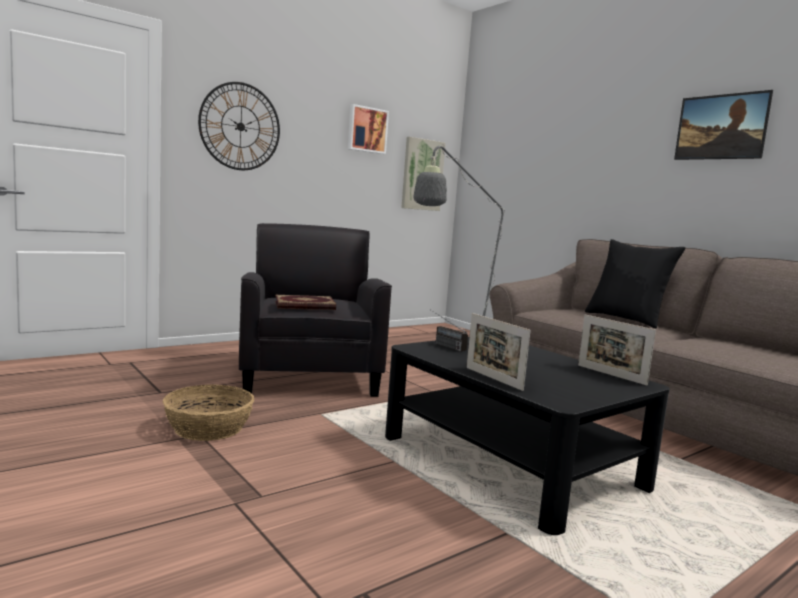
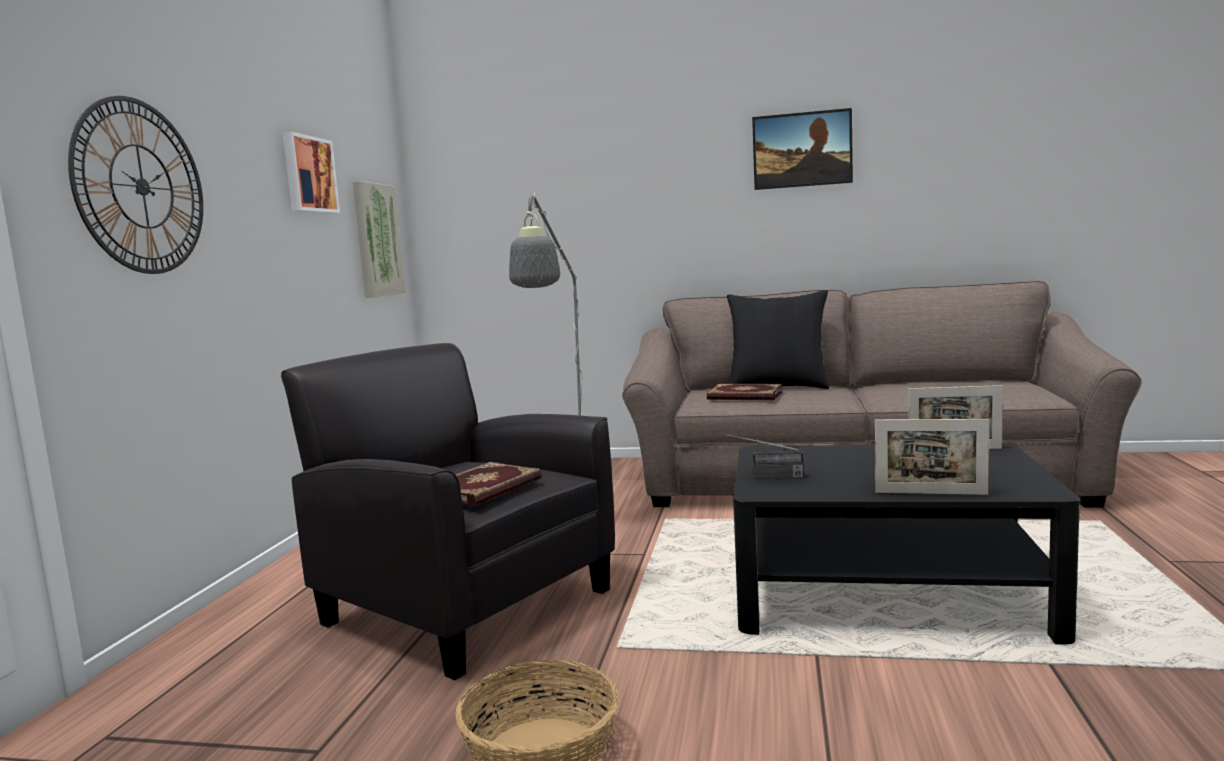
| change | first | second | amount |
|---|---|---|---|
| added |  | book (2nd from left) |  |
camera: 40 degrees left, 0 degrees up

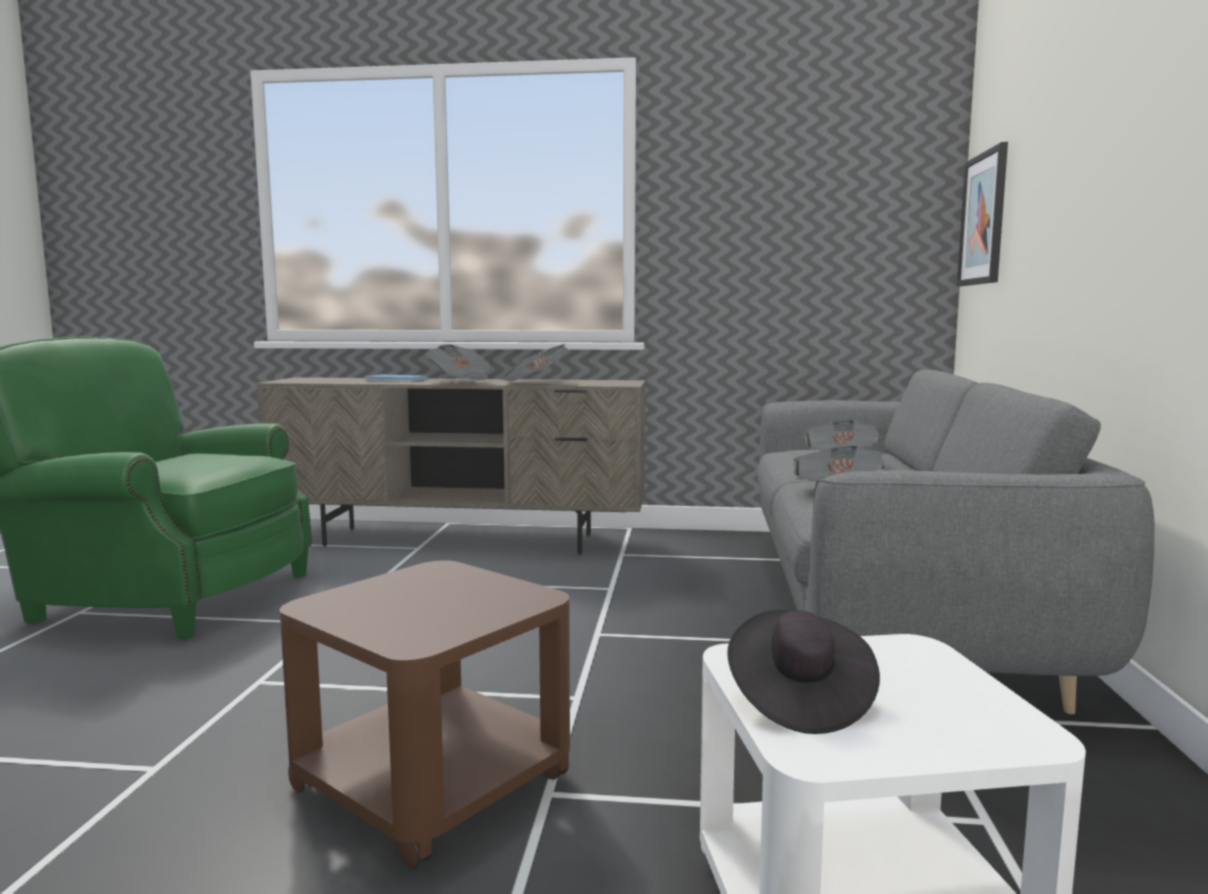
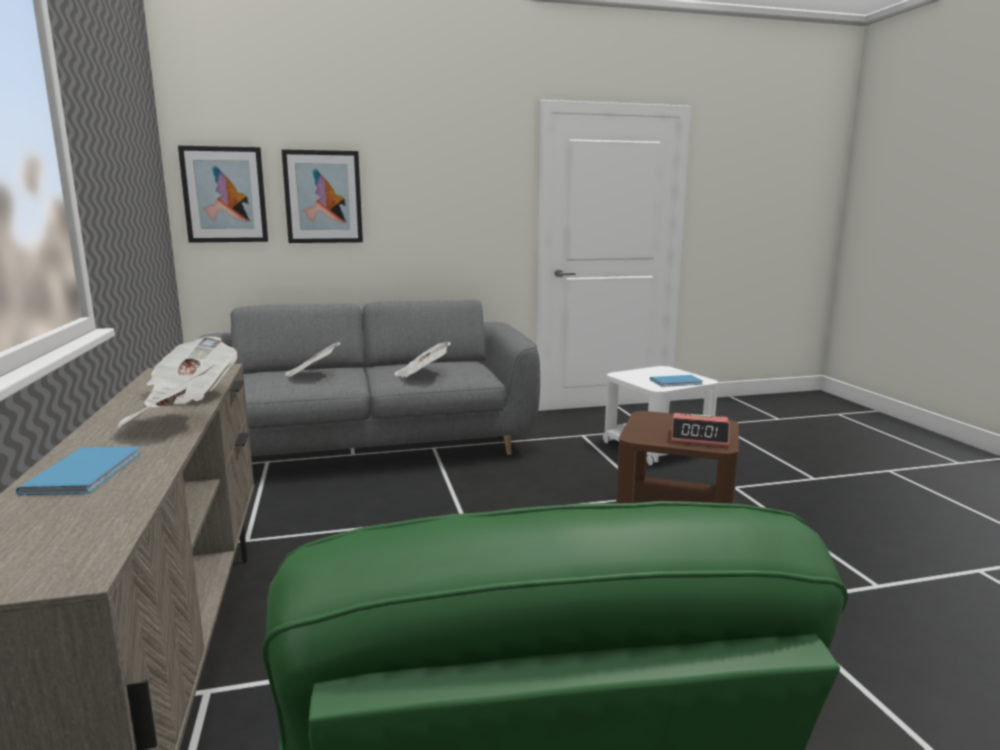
| change | first | second | amount |
|---|---|---|---|
| replaced | black hat | blue book (2nd from left) |  |
| added |  | picture (2nd from left) |  |
| added |  | alarm clock |  |
camera: 110 degrees left, 5 degrees up

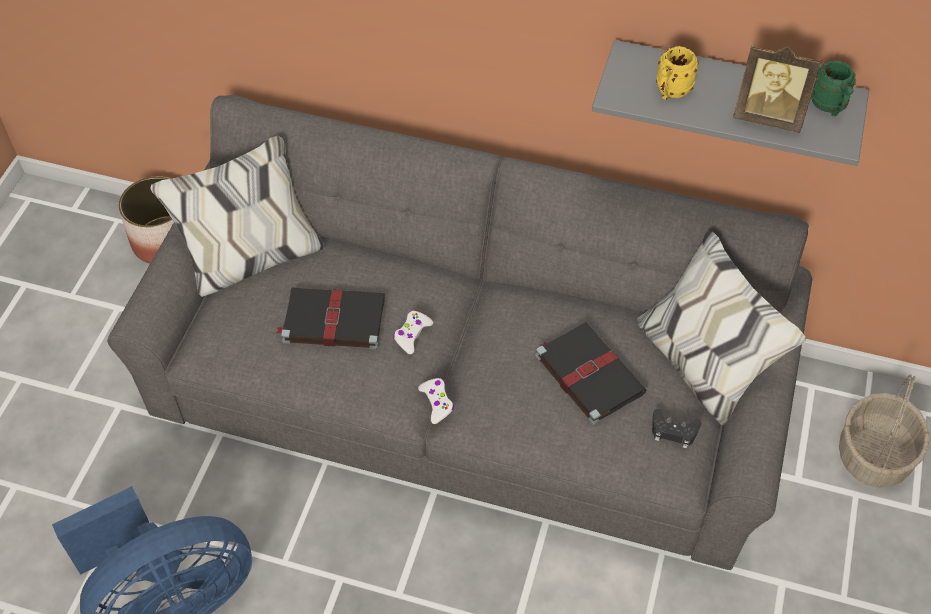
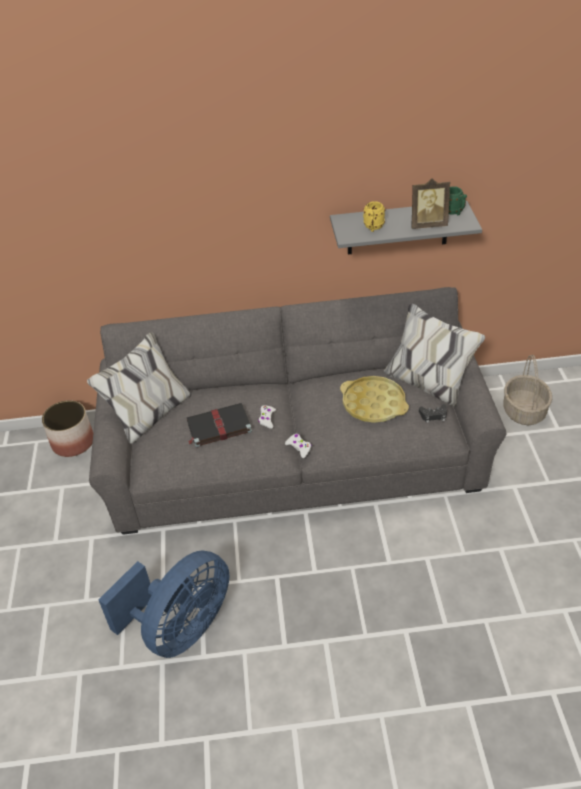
| change | first | second | amount |
|---|---|---|---|
| replaced | black book (2nd from left) | yellow tray |  |
camera: 20 degrees left, 10 degrees down

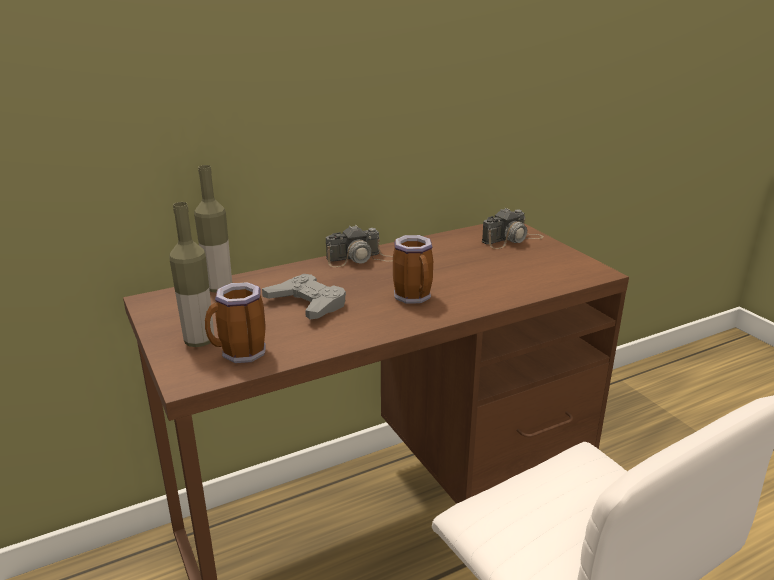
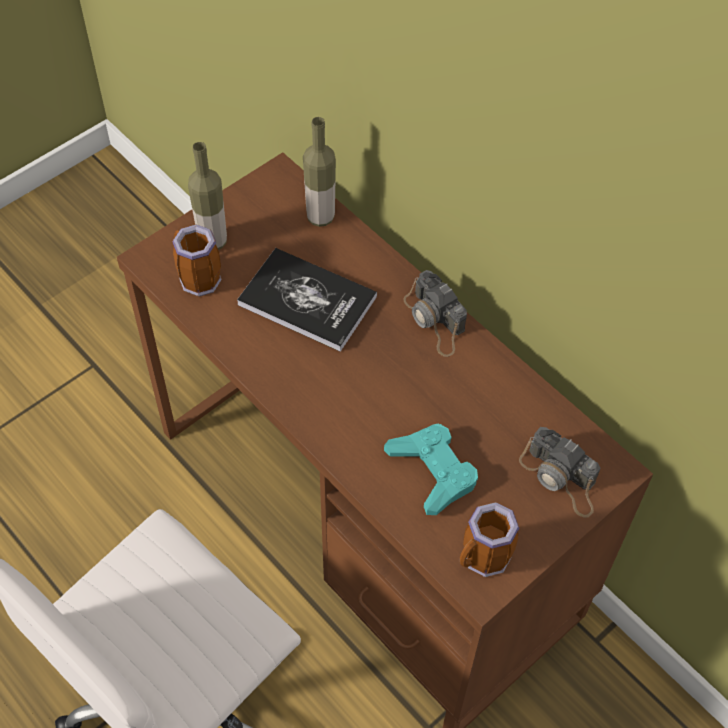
| change | first | second | amount |
|---|---|---|---|
| moved | mug (2nd from left) |  |  |
| replaced | grey game controller | book |  |
| added |  | turquoise game controller |  |
camera: 75 degrees right, 30 degrees up

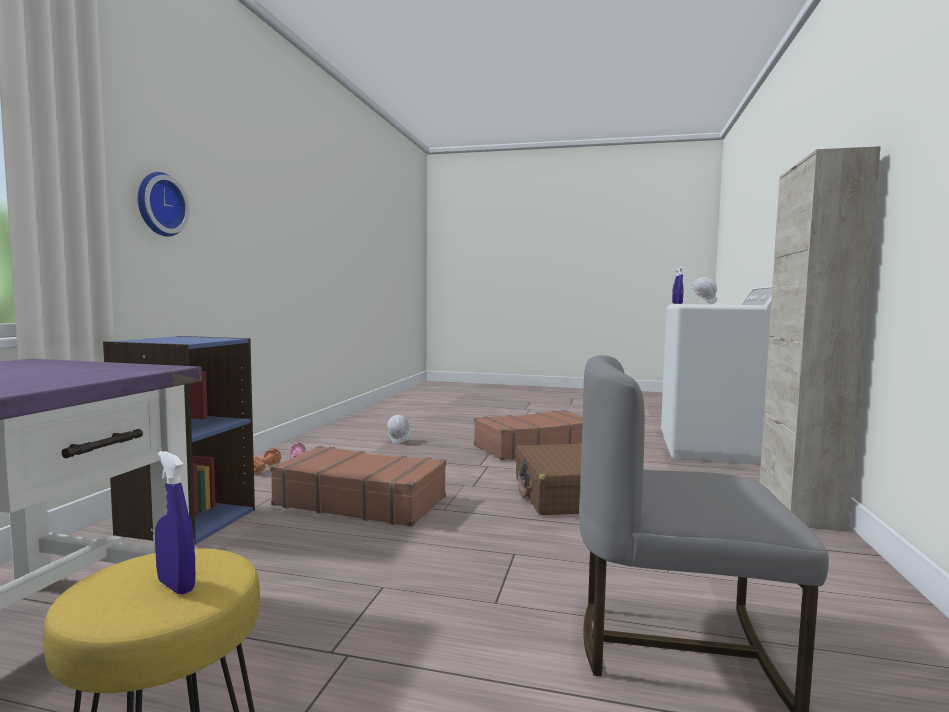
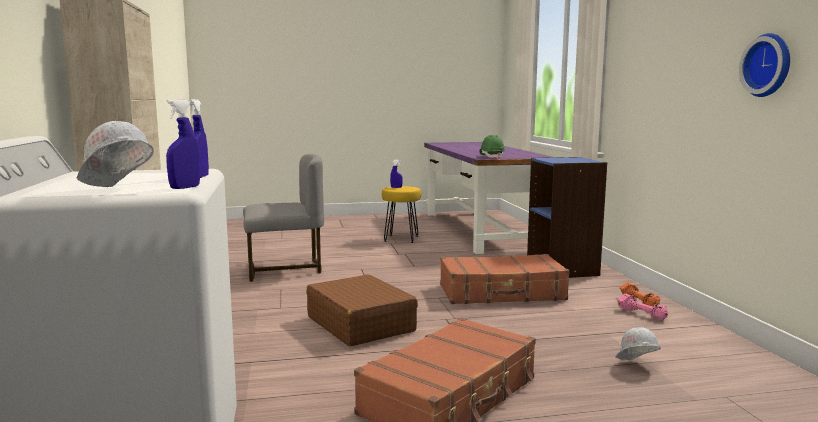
| change | first | second | amount |
|---|---|---|---|
| moved | wall clock |  |  |
| added |  | green hard hat |  |
camera: 155 degrees right, 5 degrees up

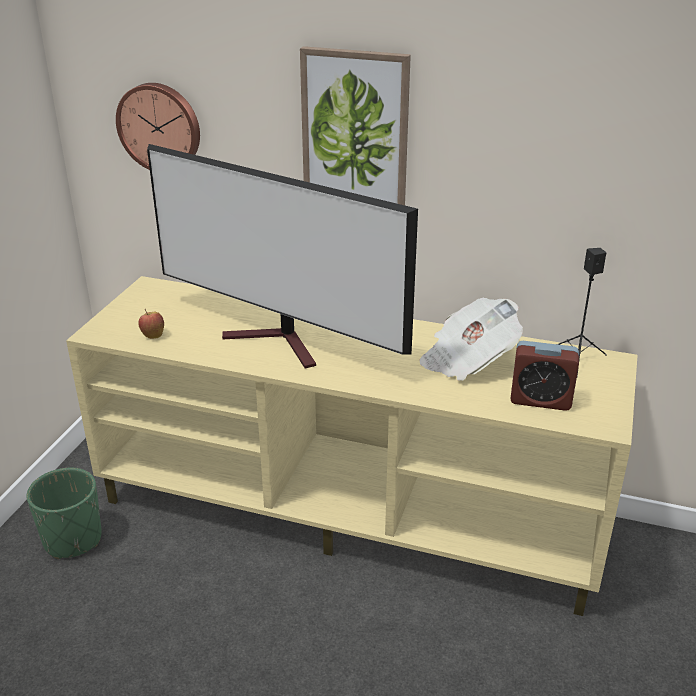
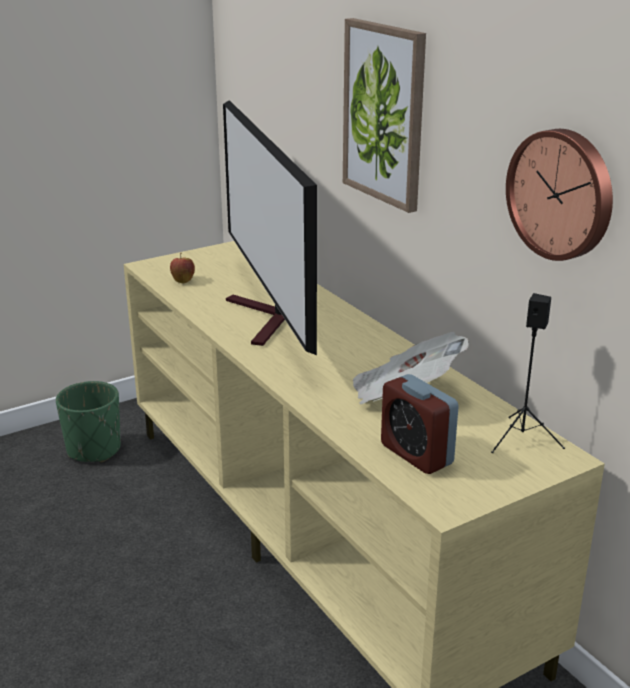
| change | first | second | amount |
|---|---|---|---|
| moved | wall clock |  |  |
camera: 40 degrees right, 5 degrees down

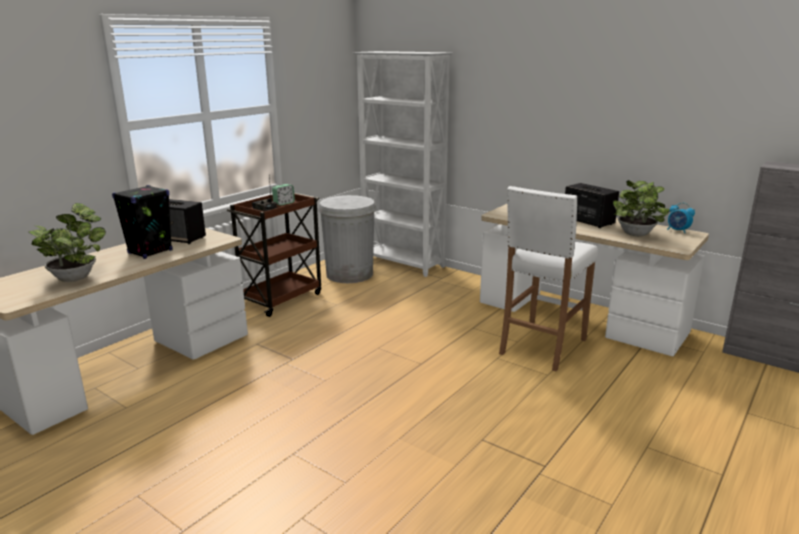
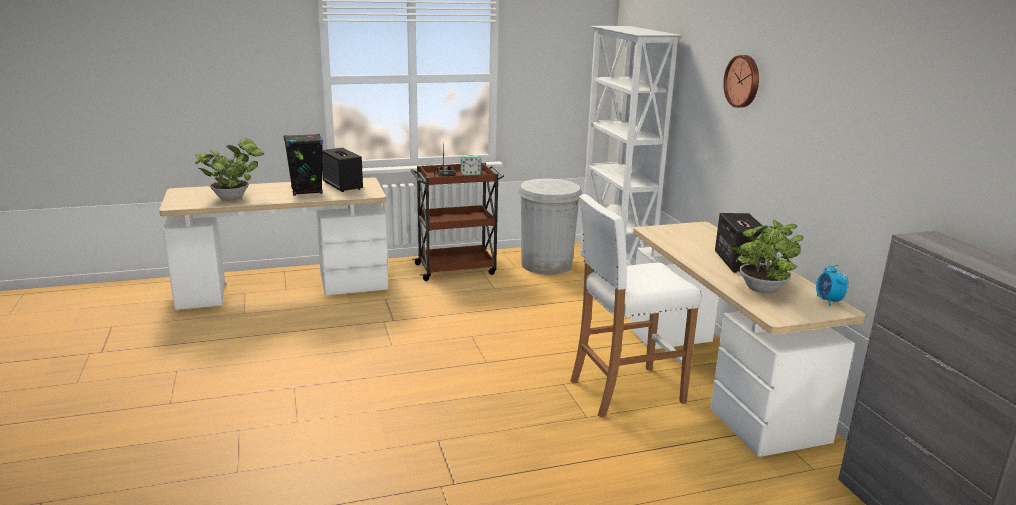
| change | first | second | amount |
|---|---|---|---|
| added |  | wall clock |  |
camera: 35 degrees right, 0 degrees up

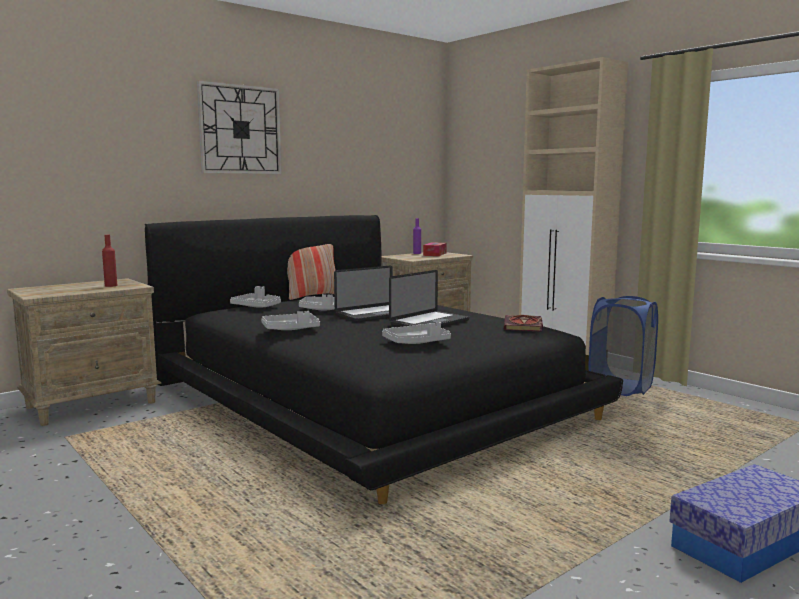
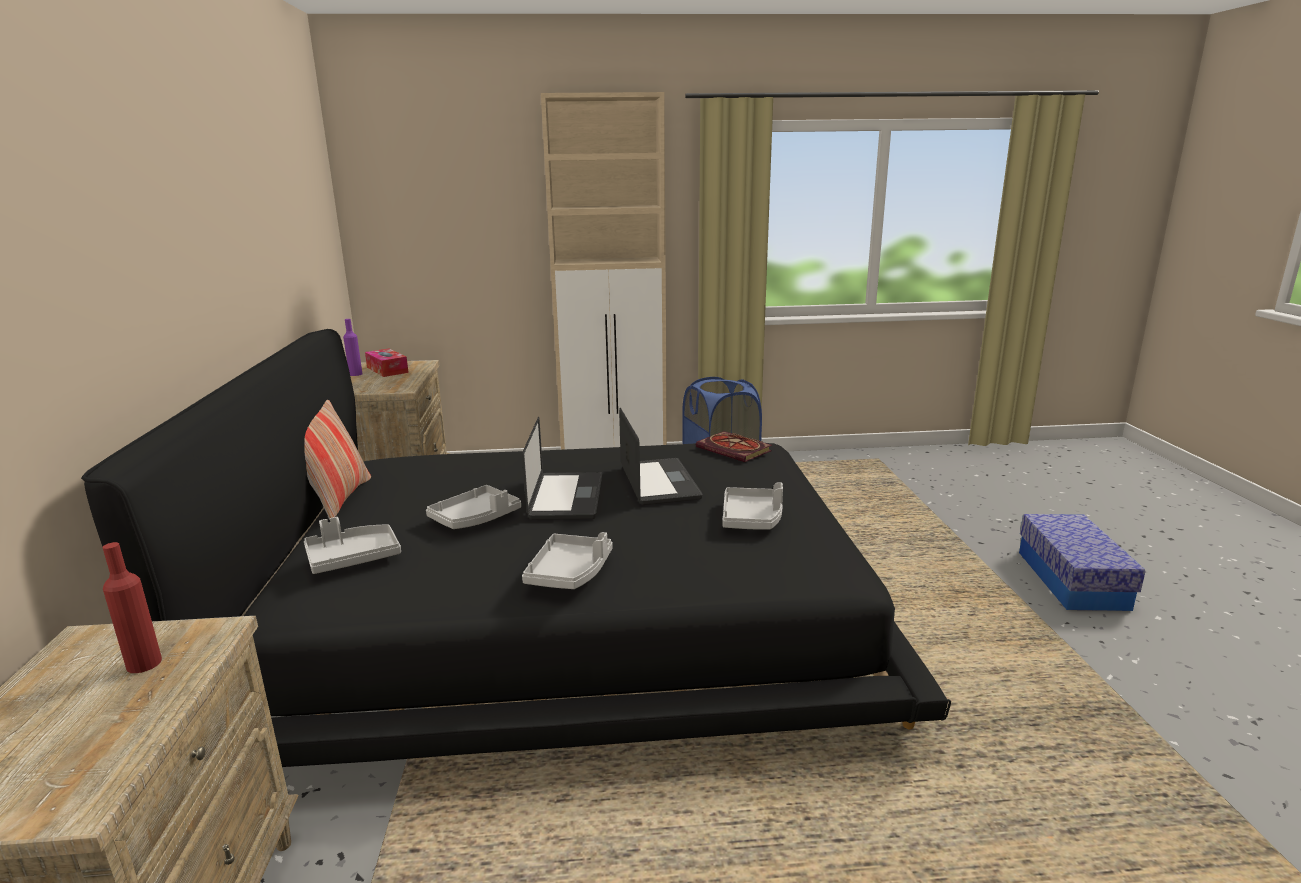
| change | first | second | amount |
|---|---|---|---|
| removed | wall clock |  |  |
camera: 55 degrees left, 10 degrees up

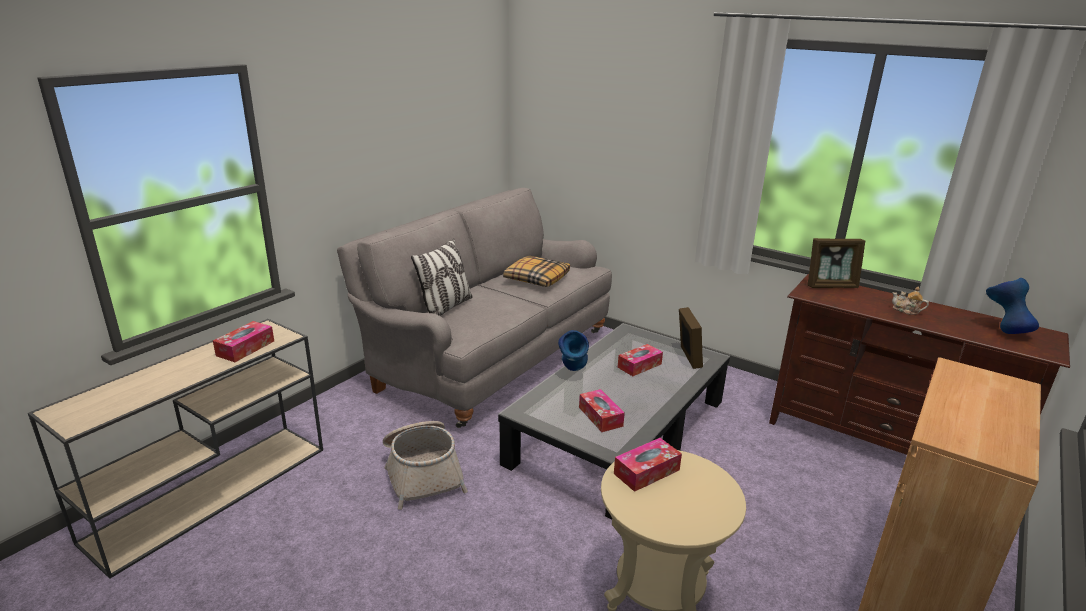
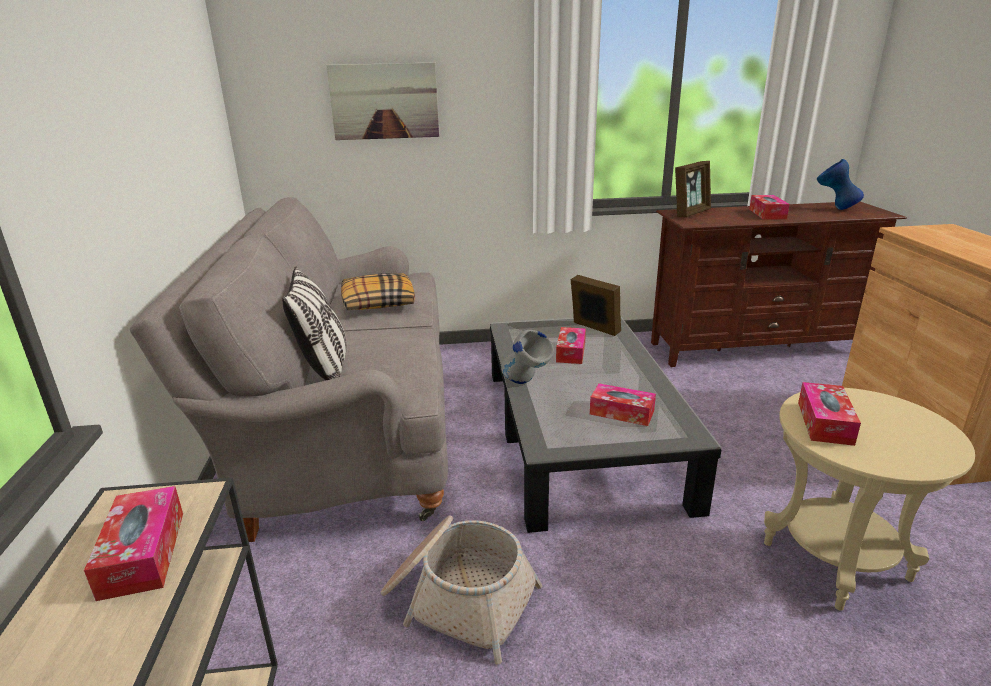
| change | first | second | amount |
|---|---|---|---|
| replaced | teapot | tissue box (4th from left) |  |
| recoloured | blue vase (1st from left) | grey vase |  |
| added |  | picture |  |
camera: 40 degrees left, 0 degrees up

